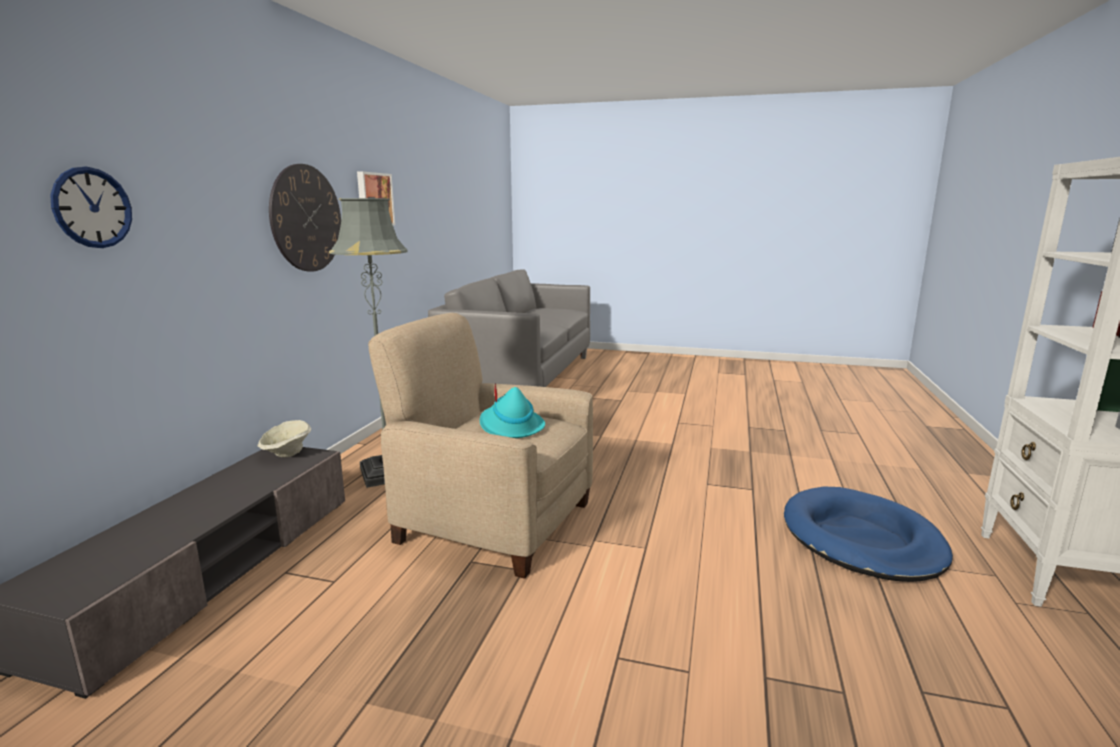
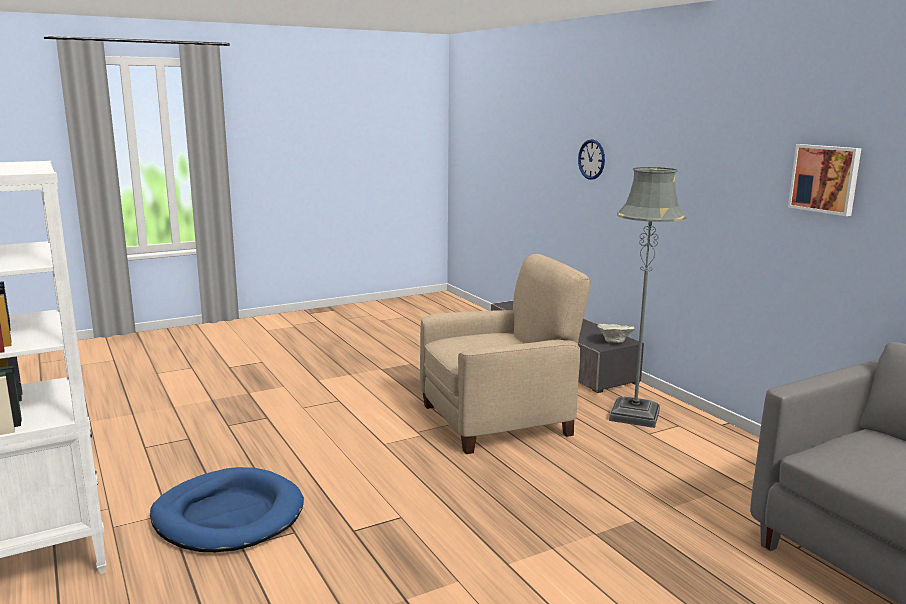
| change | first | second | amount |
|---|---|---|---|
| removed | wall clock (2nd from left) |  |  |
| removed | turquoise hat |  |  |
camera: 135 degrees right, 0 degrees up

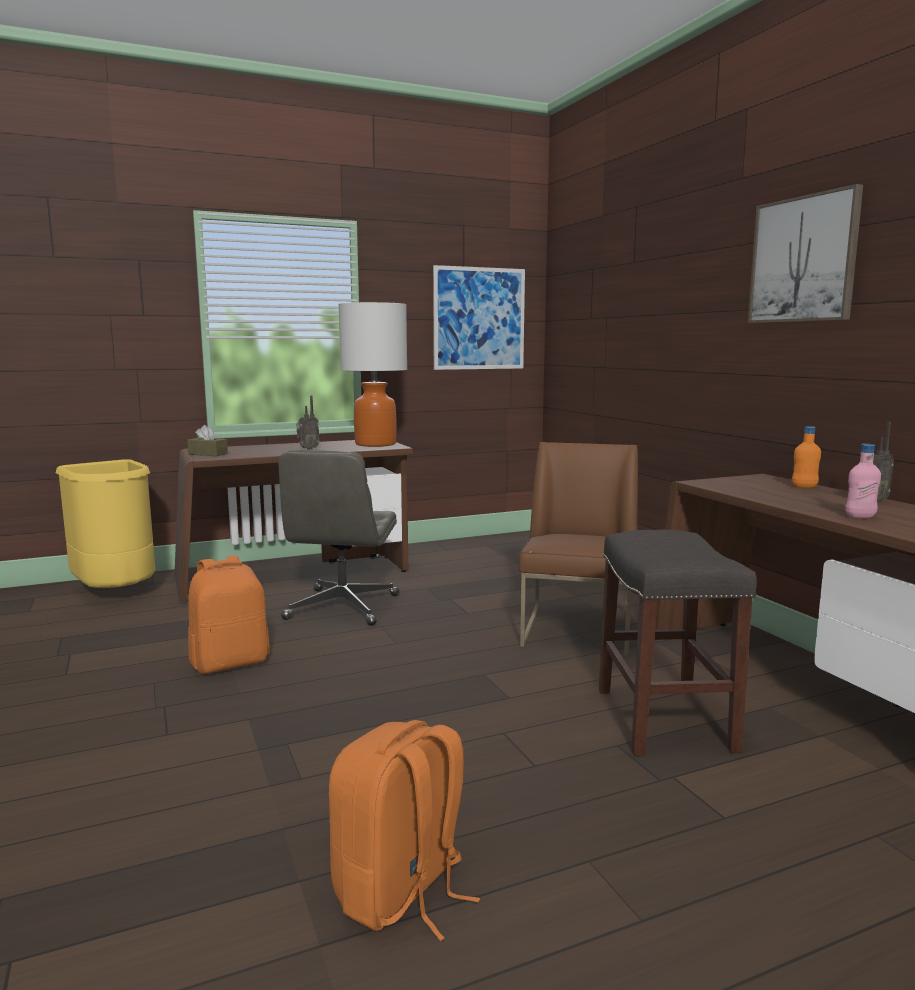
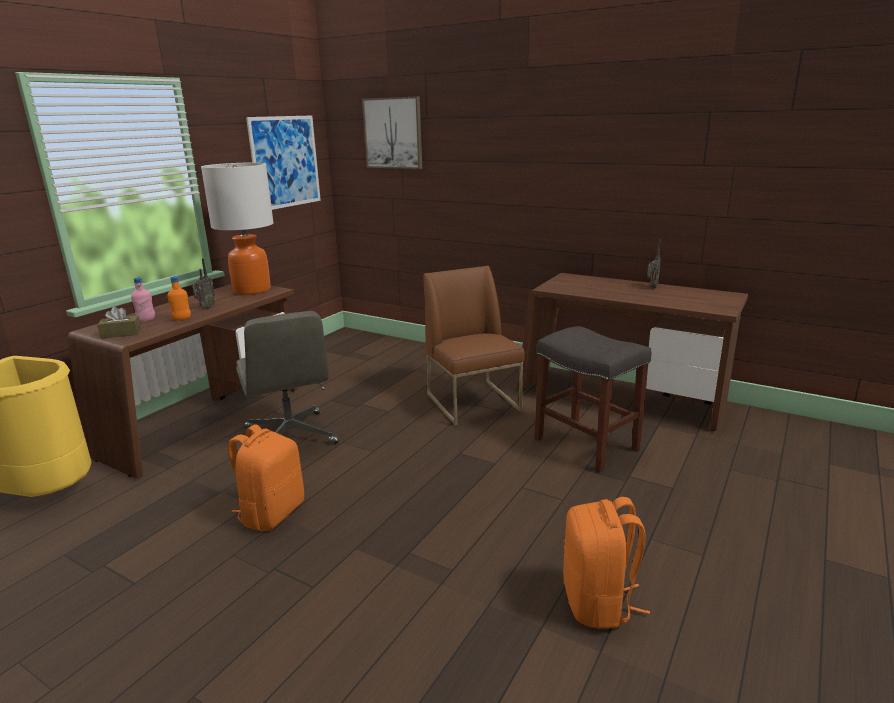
| change | first | second | amount |
|---|---|---|---|
| moved | picture (2nd from left) |  |  |
| moved | orange bottle |  |  |
| moved | pink bottle |  |  |
camera: 35 degrees left, 10 degrees up

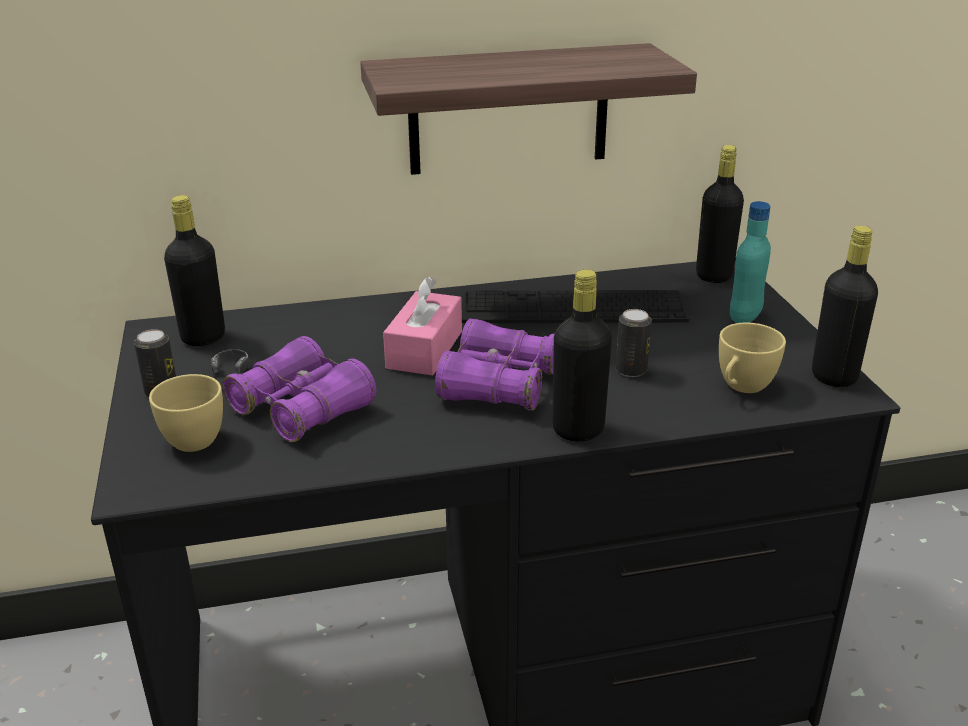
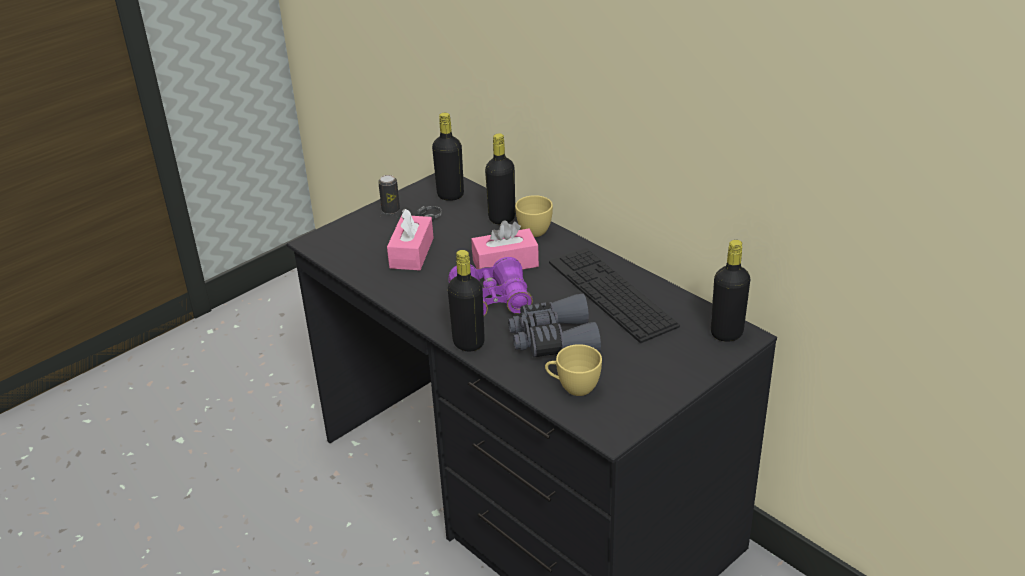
| change | first | second | amount |
|---|---|---|---|
| removed | shelf |  |  |
| removed | turquoise bottle |  |  |
| moved | black bottle (4th from left in the first image) | black bottle (3rd from left) |  |
| replaced | can (2nd from left) | grey binoculars |  |
| replaced | purple binoculars (1st from left) | pink tissue box (1st from left) |  |
| moved | yellow cup (1st from left) |  |  |
camera: 60 degrees right, 5 degrees up

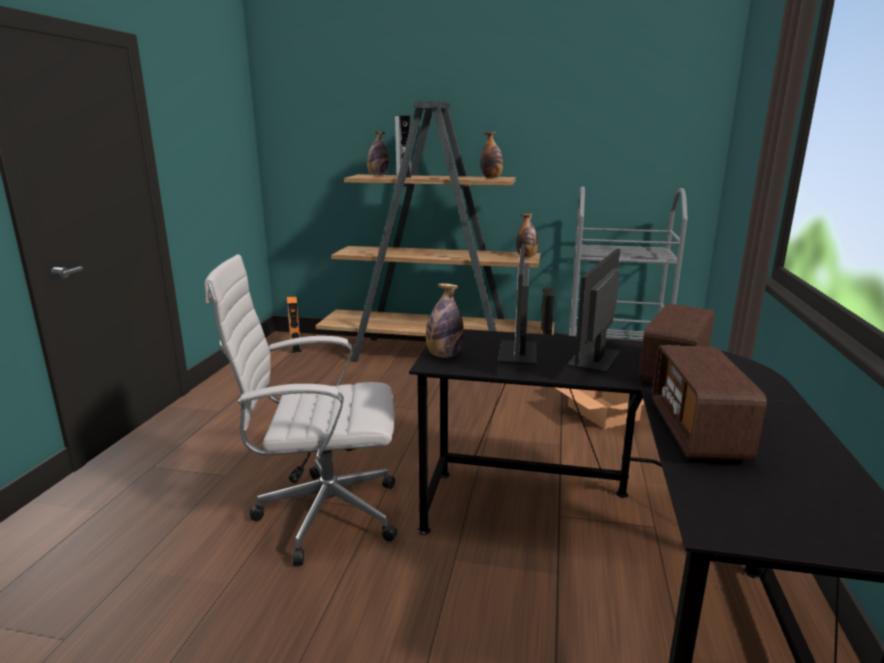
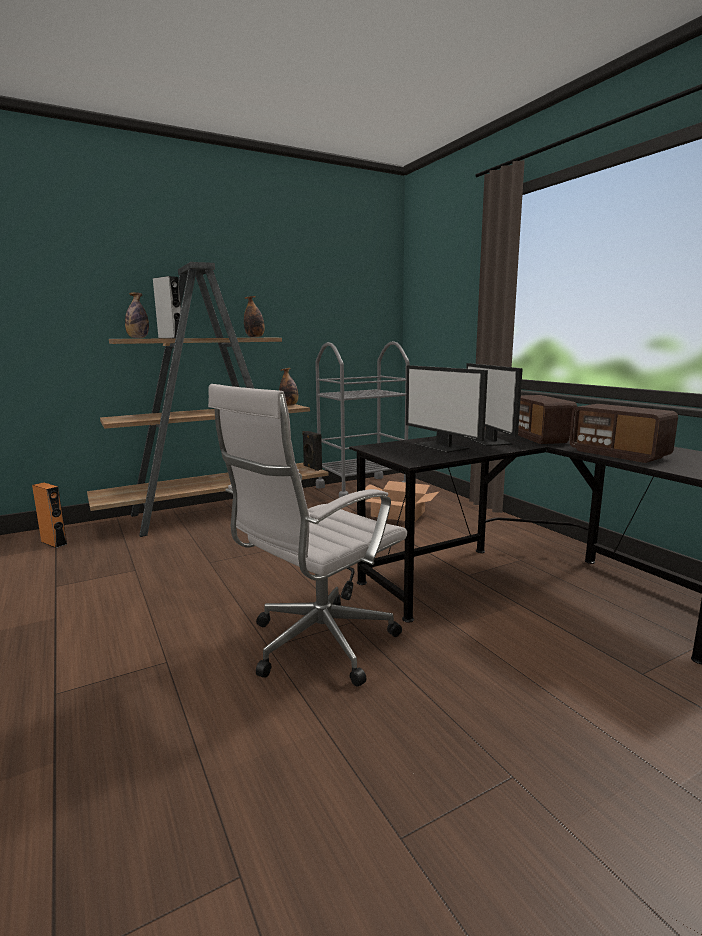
| change | first | second | amount |
|---|---|---|---|
| removed | bottle (2nd from left) |  |  |
camera: 40 degrees left, 5 degrees down

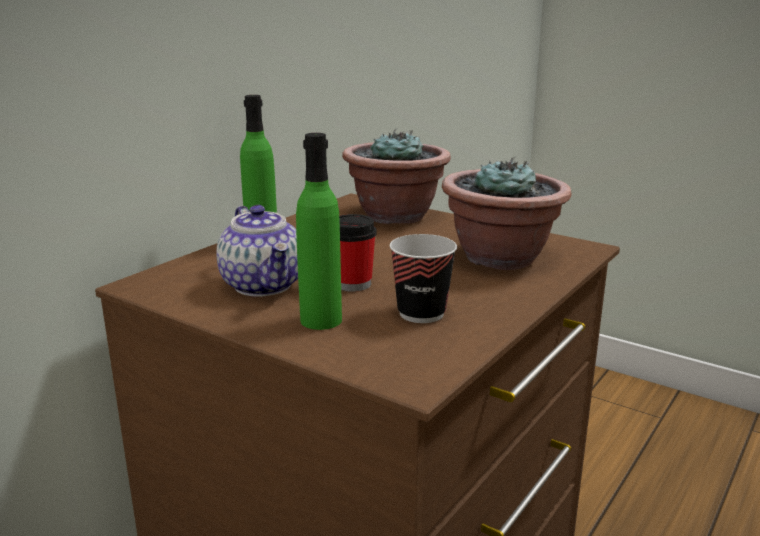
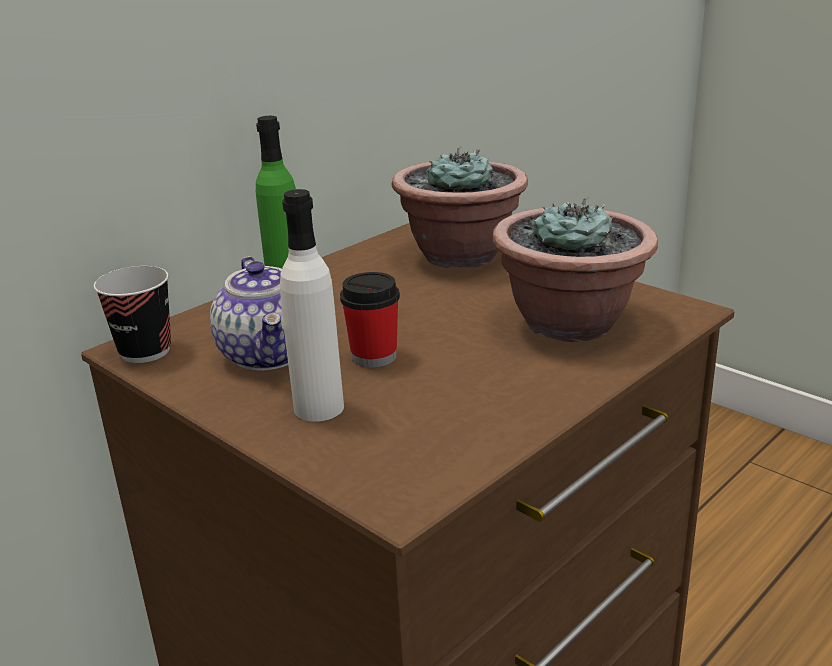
| change | first | second | amount |
|---|---|---|---|
| recoloured | green bottle (2nd from left) | white bottle |  |
| moved | cup (2nd from left in the first image) | cup (1st from left) |  |
camera: 10 degrees right, 5 degrees up

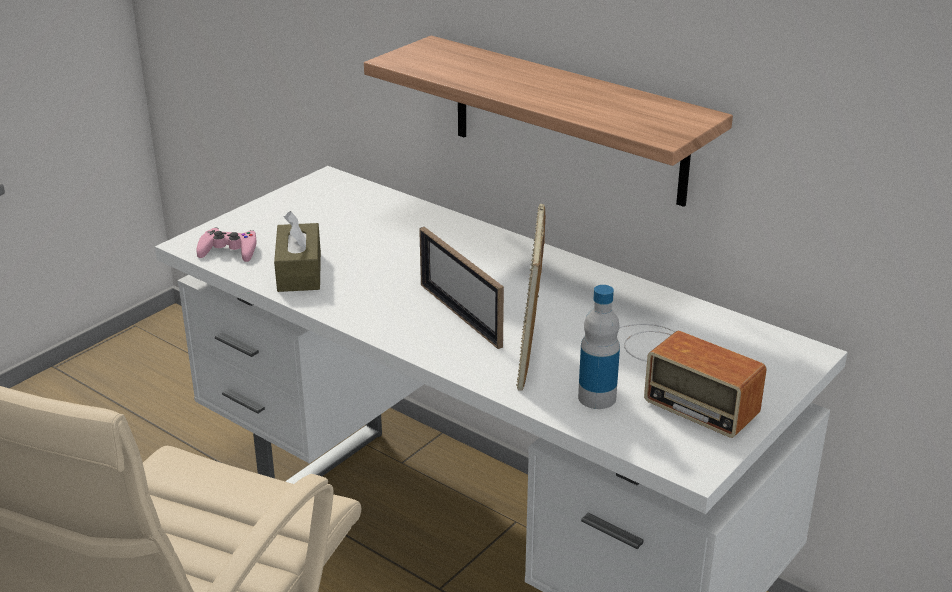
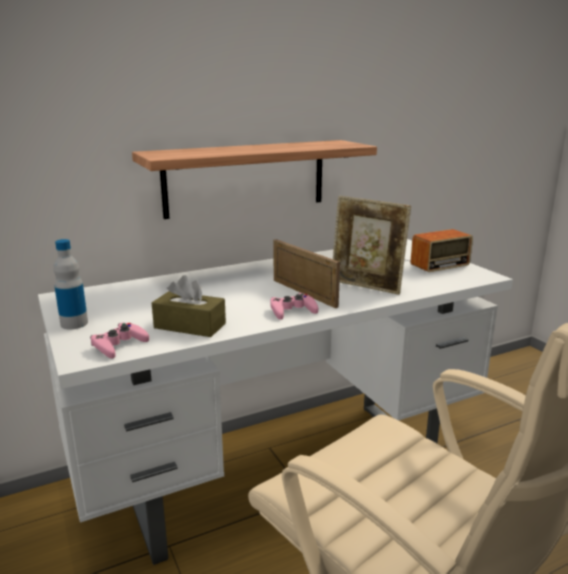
| change | first | second | amount |
|---|---|---|---|
| turned | picture frame (1st from left) |  | 120 degrees counterclockwise |
| moved | bottle |  |  |
| added |  | pink game controller (2nd from left) |  |
camera: 65 degrees left, 10 degrees down

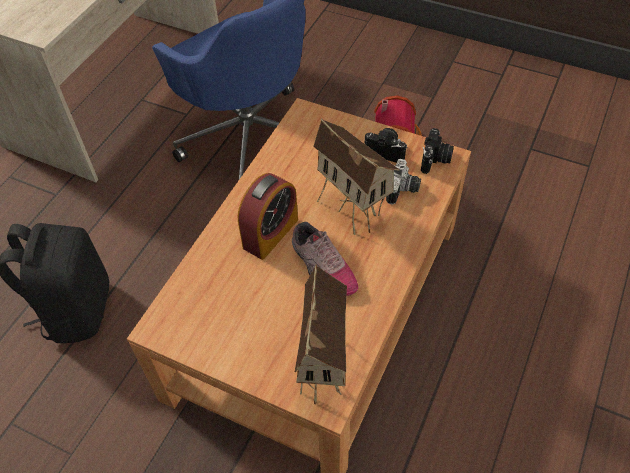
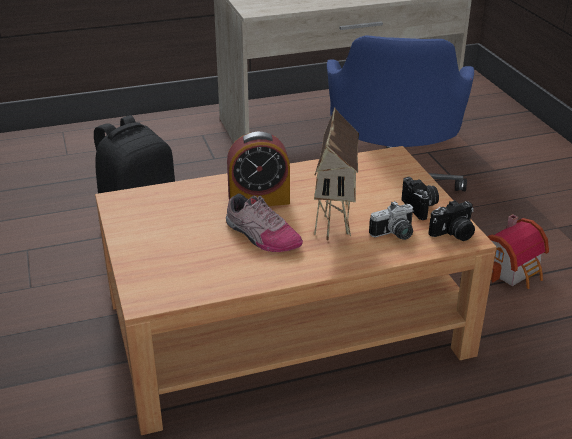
| change | first | second | amount |
|---|---|---|---|
| turned | shoe |  | 60 degrees counterclockwise |
| removed | toy house (1st from left) |  |  |
camera: 45 degrees right, 20 degrees down

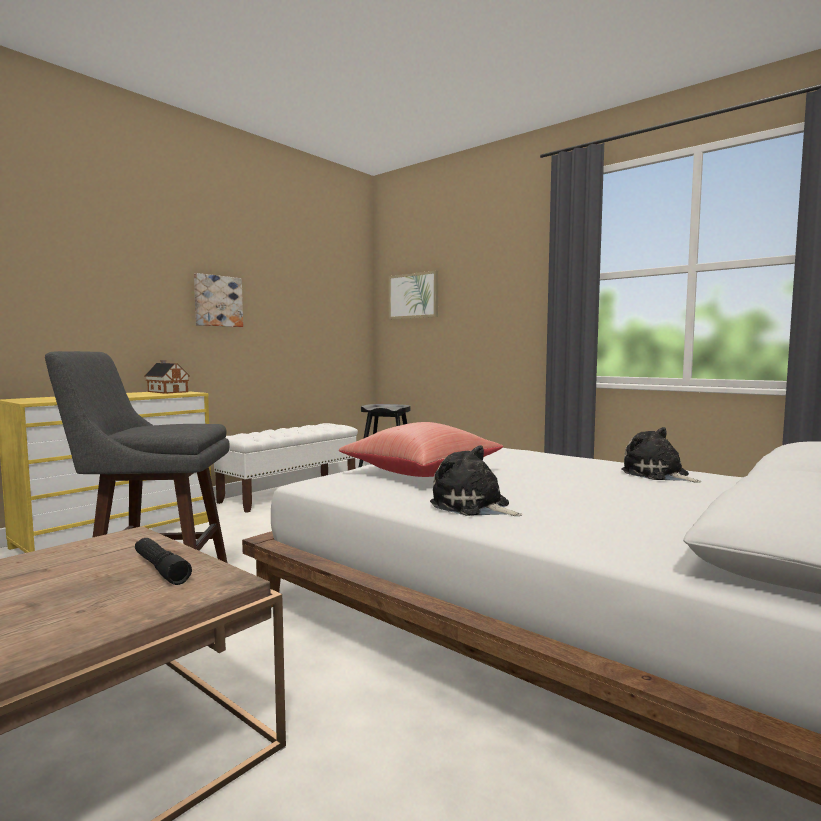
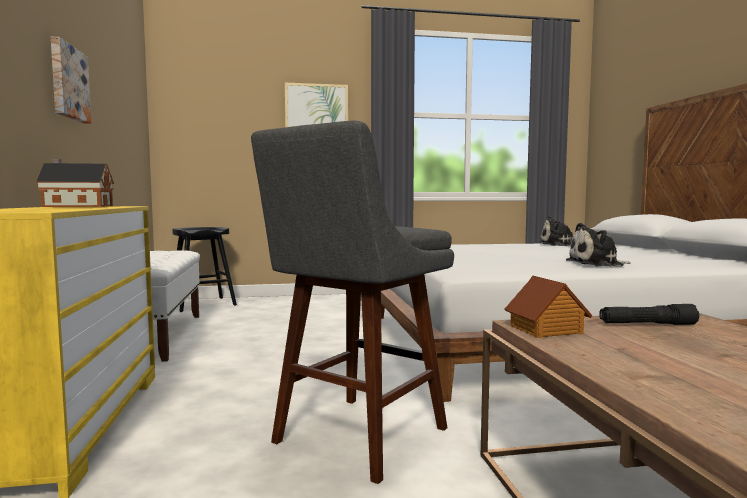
| change | first | second | amount |
|---|---|---|---|
| moved | picture (2nd from left) |  |  |
| removed | red pillow |  |  |
| added |  | toy house (2nd from left) |  |
camera: 50 degrees left, 0 degrees up

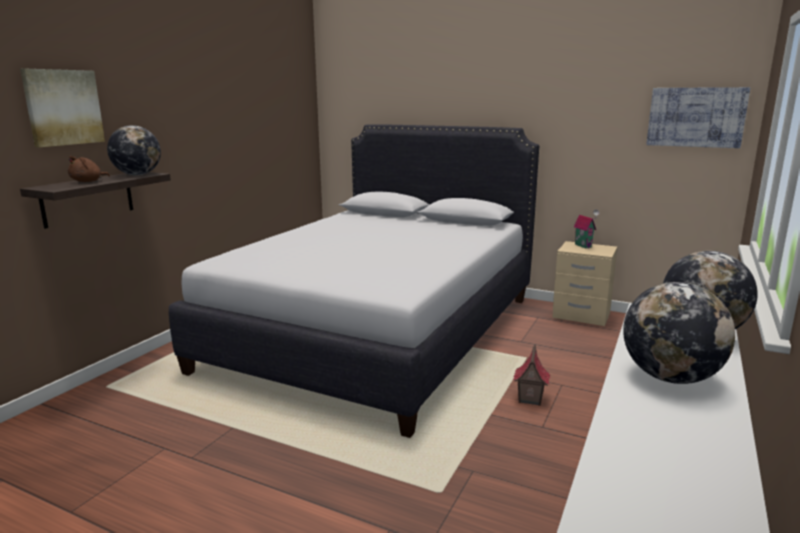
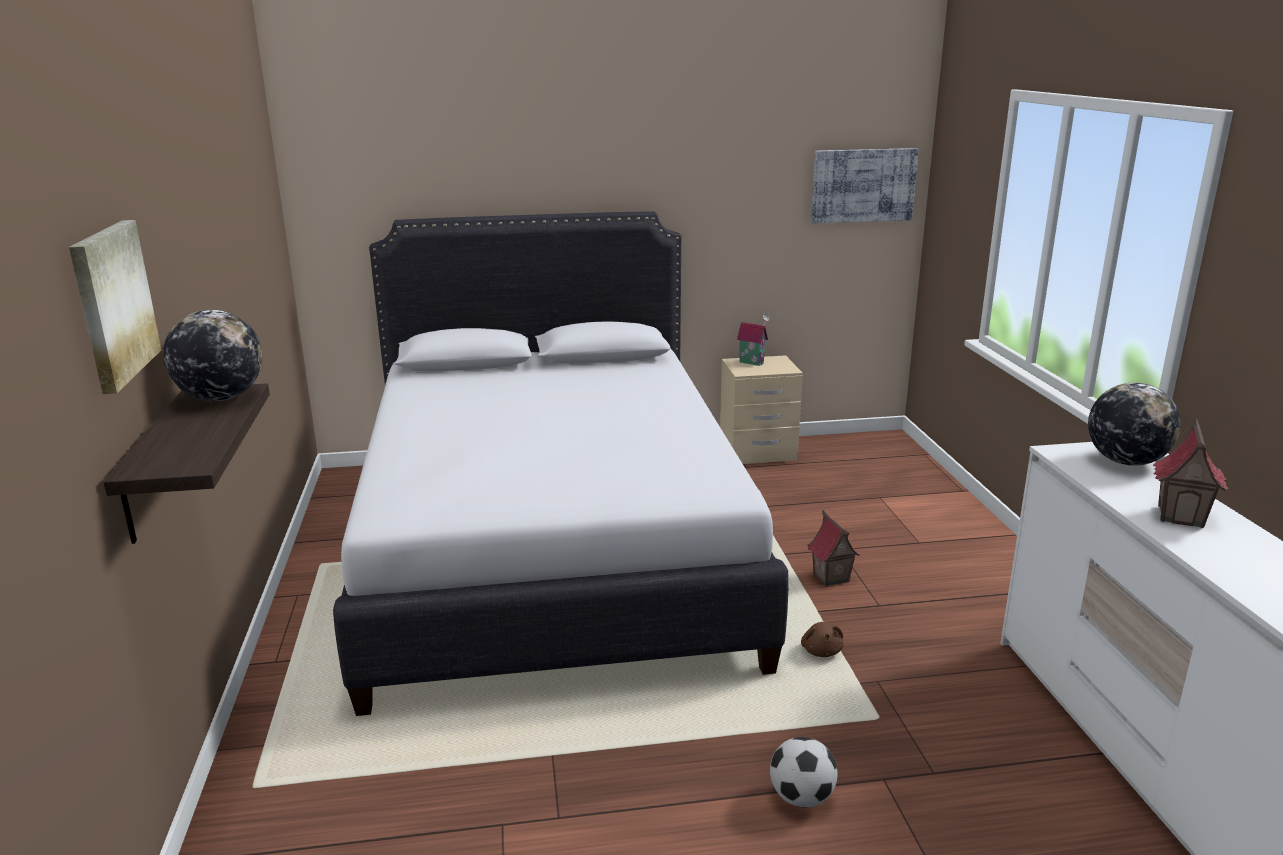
| change | first | second | amount |
|---|---|---|---|
| moved | brown plush toy |  |  |
| replaced | globe (2nd from left) | toy house (3rd from left) |  |
| added |  | football |  |
camera: 35 degrees left, 5 degrees up

